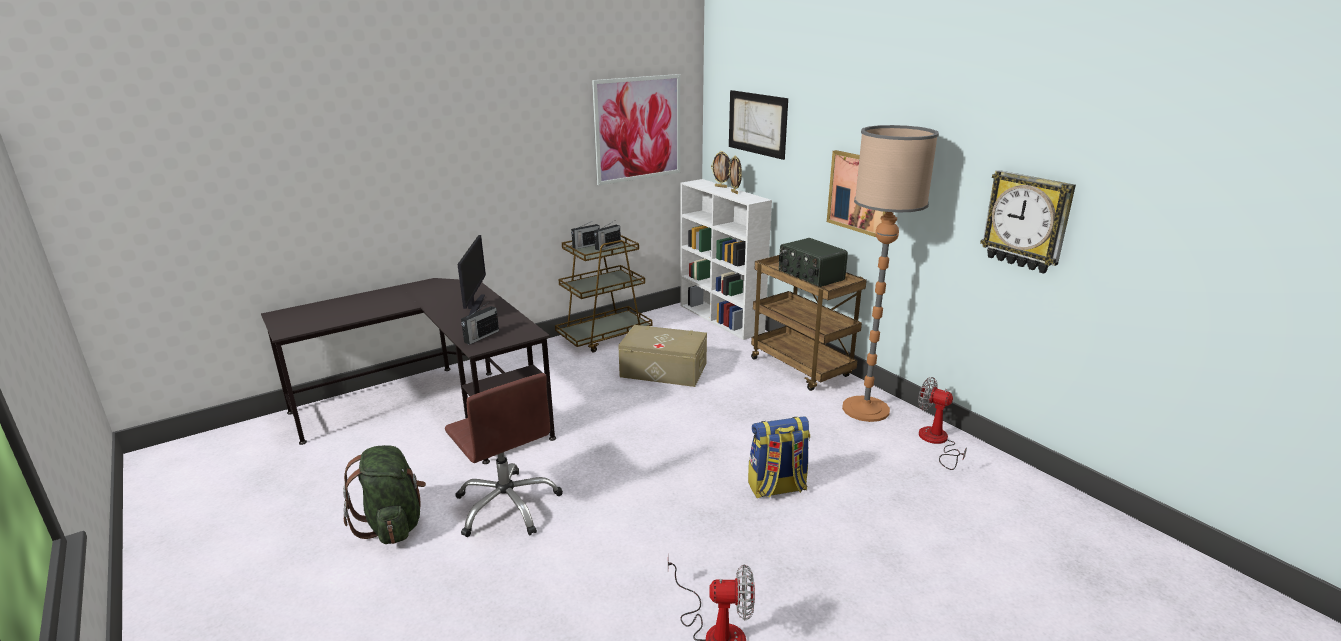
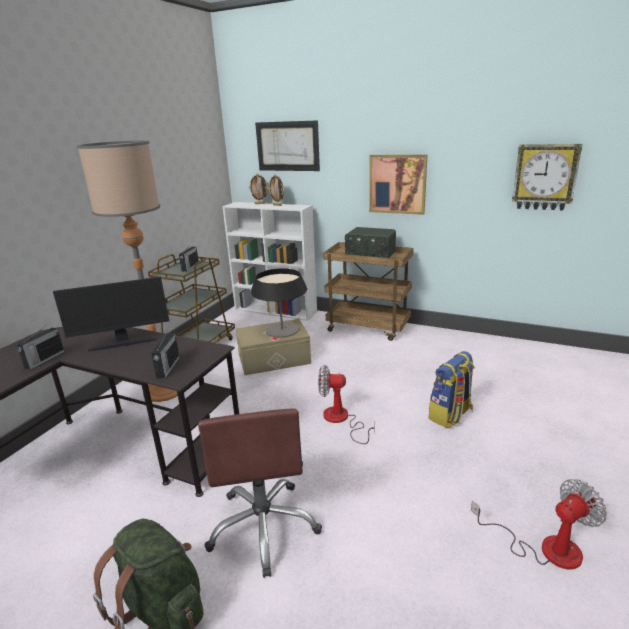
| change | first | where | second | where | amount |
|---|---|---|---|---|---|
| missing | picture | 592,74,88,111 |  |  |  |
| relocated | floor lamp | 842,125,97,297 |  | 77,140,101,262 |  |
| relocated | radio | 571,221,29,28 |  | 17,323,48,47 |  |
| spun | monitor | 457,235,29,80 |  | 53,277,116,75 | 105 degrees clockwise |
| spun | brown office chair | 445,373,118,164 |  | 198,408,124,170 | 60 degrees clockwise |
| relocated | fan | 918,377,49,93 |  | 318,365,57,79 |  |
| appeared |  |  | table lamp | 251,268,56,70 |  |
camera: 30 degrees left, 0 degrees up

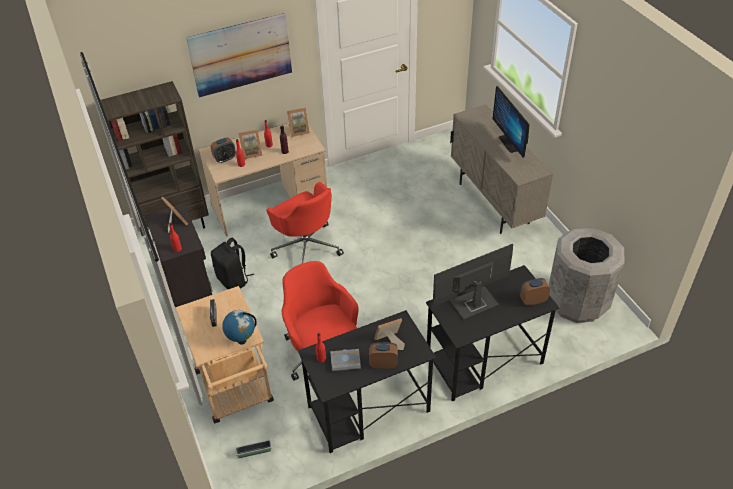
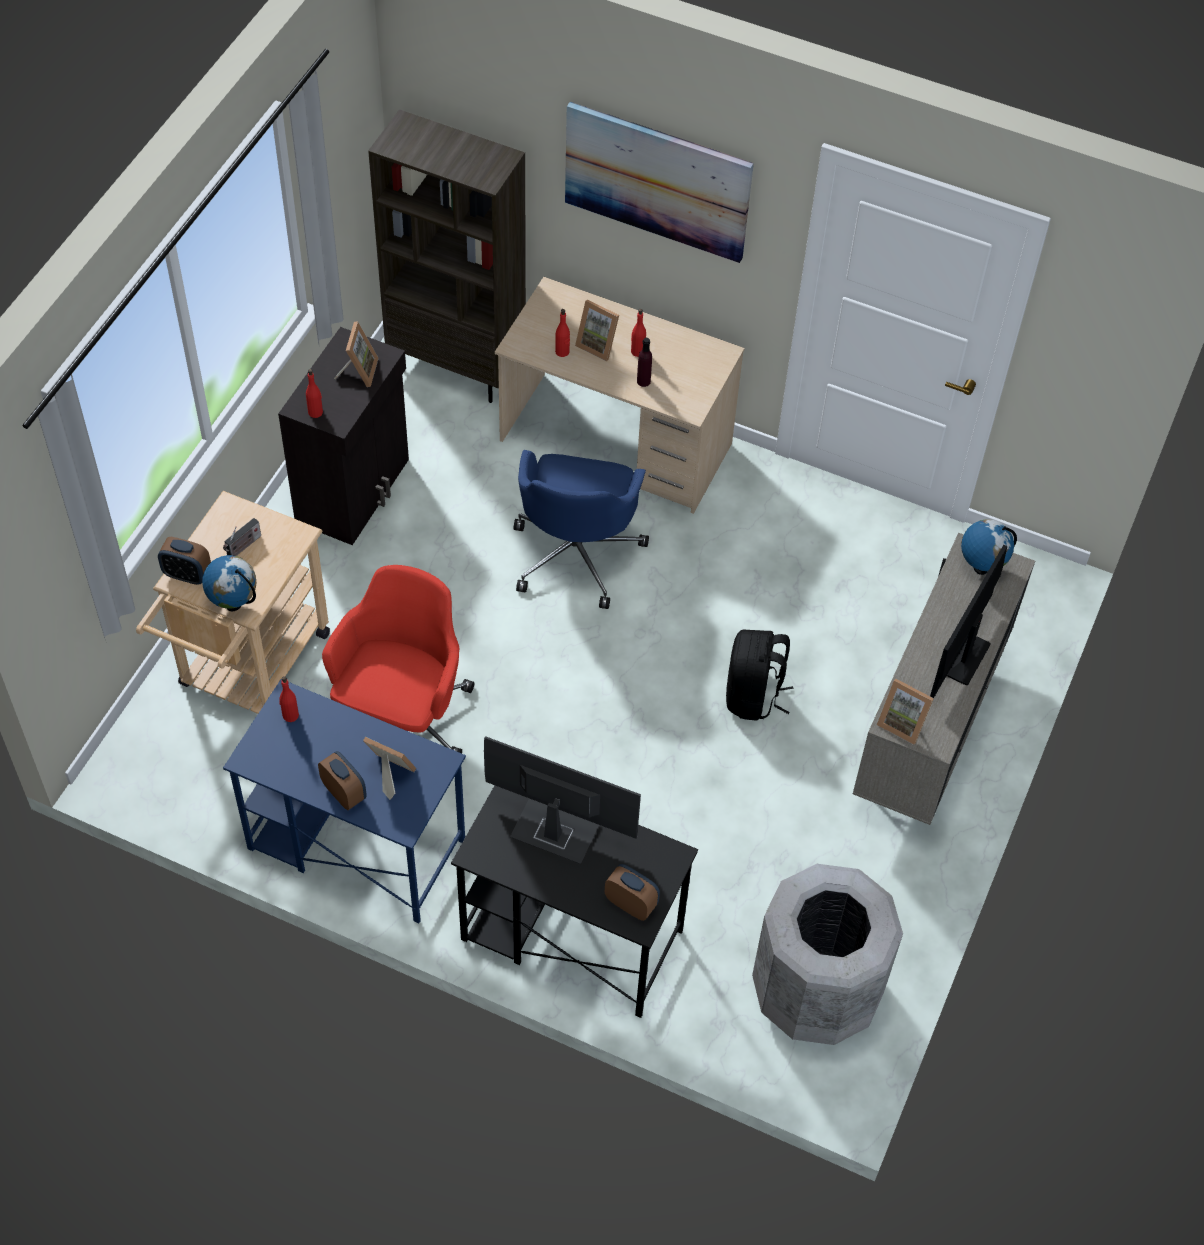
| change | first | where | second | where | amount |
|---|---|---|---|---|---|
| relocated | picture frame | 287,108,23,29 |  | 877,679,57,66 |  |
| relocated | alarm clock | 211,137,25,26 |  | 158,537,53,48 |  |
| colour | red office chair | 266,182,78,82 | blue office chair | 514,450,135,159 |  |
| relocated | black backpack | 211,238,43,51 |  | 726,630,67,91 |  |
| colour | black desk | 298,310,138,143 | blue desk | 223,679,243,244 |  |
| missing | grey book | 330,349,31,22 |  |  |  |
| missing | planter | 235,440,37,18 |  |  |  |
| appeared |  |  | globe | 961,519,56,56 |  |
camera: 45 degrees right, 10 degrees up

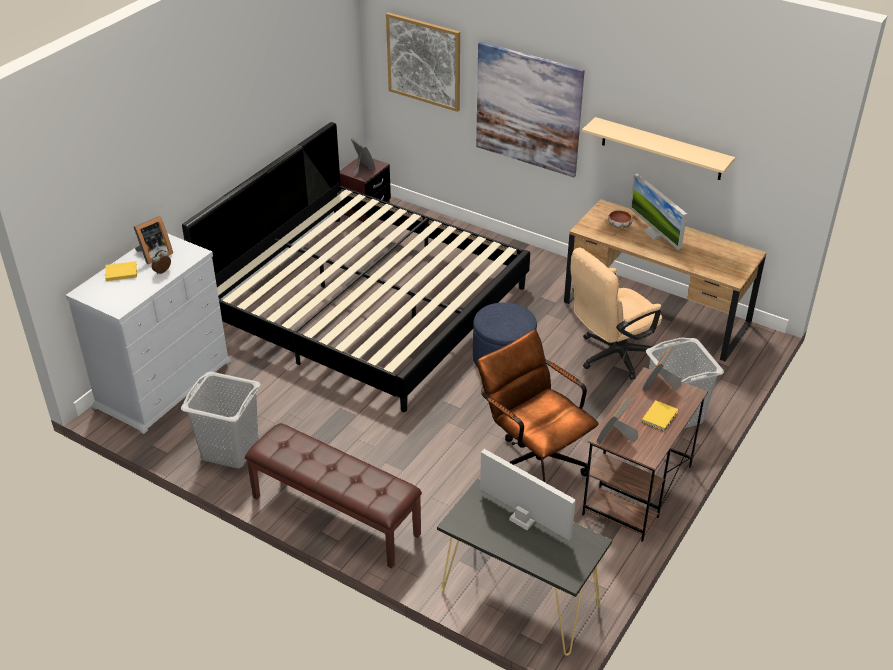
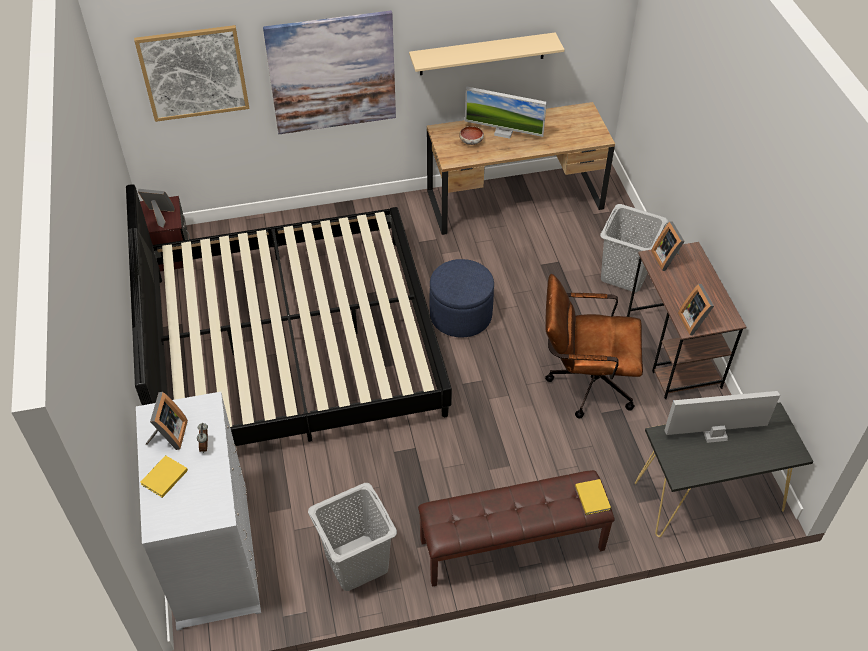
| change | first | where | second | where | amount |
|---|---|---|---|---|---|
| missing | beige office chair | 570,248,92,132 |  |  |  |
| relocated | yellow book | 642,401,36,30 |  | 575,479,36,36 |  |
camera: 45 degrees left, 10 degrees up

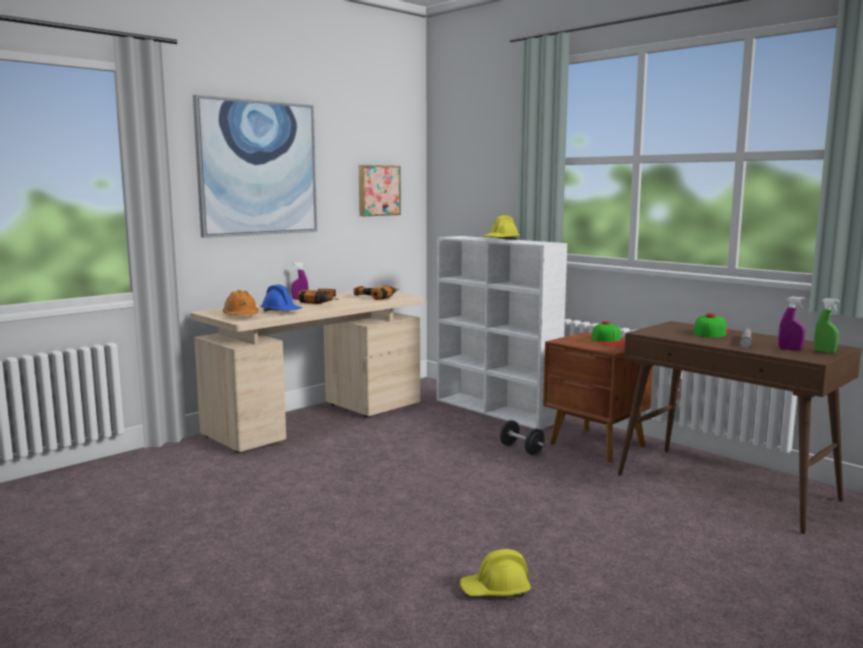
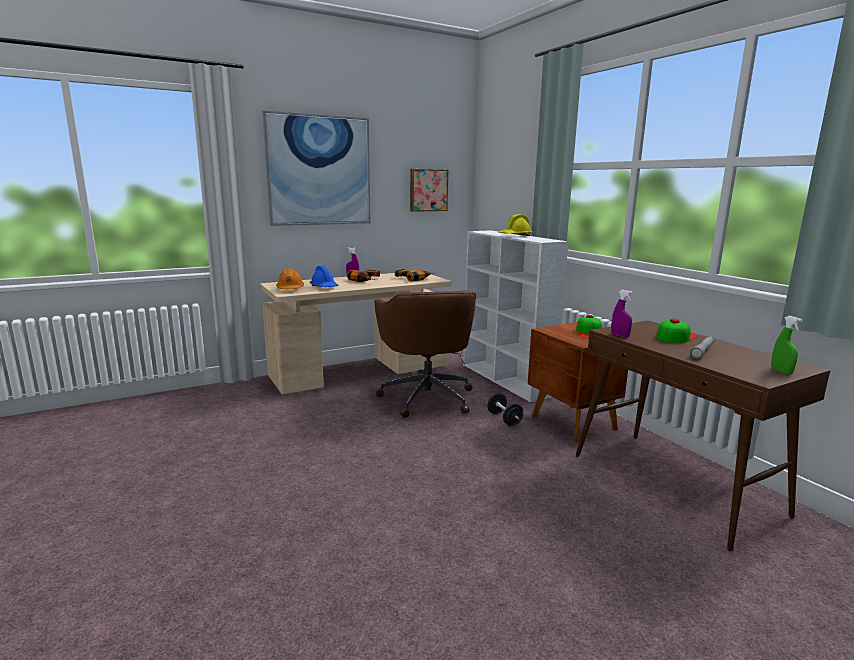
| change | first | where | second | where | amount |
|---|---|---|---|---|---|
| relocated | purple spray bottle | 778,296,27,55 |  | 611,290,22,47 |  |
| missing | yellow hard hat | 460,549,71,48 |  |  |  |
| appeared |  |  | brown office chair | 374,290,102,128 |  |
camera: 15 degrees right, 5 degrees up

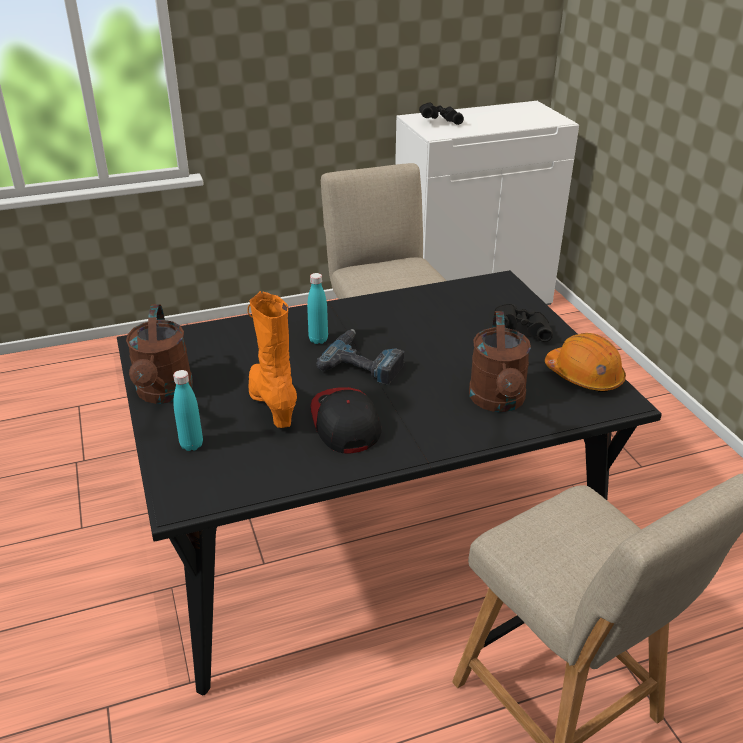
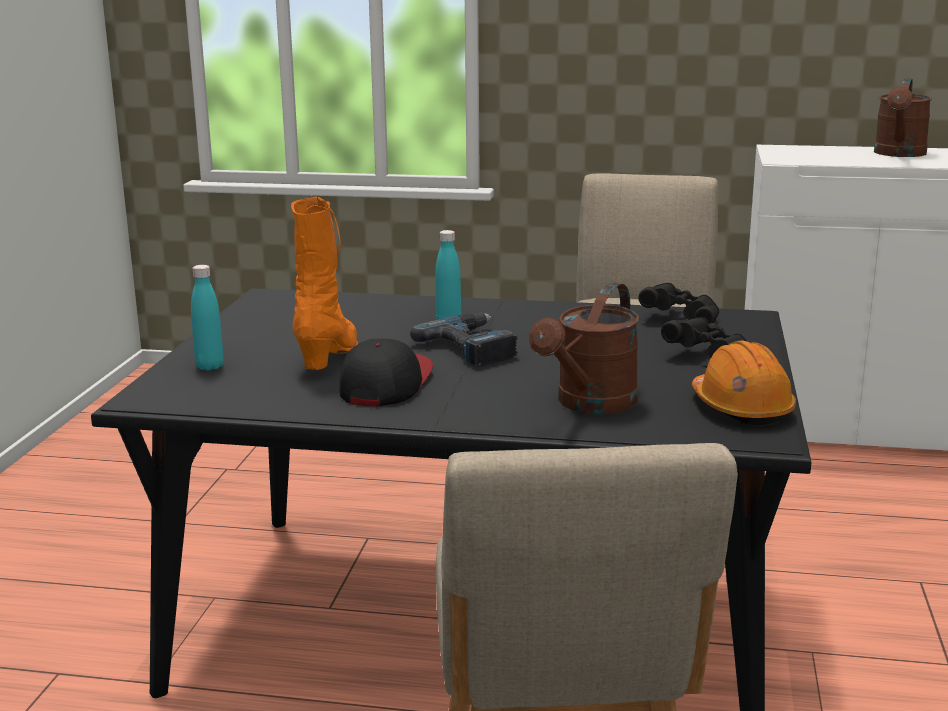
| change | first | where | second | where | amount |
|---|---|---|---|---|---|
| relocated | black binoculars | 419,102,45,23 |  | 638,283,81,41 |  |
| relocated | brown watering can | 126,304,67,100 |  | 874,78,58,79 |  |
camera: 30 degrees right, 15 degrees down

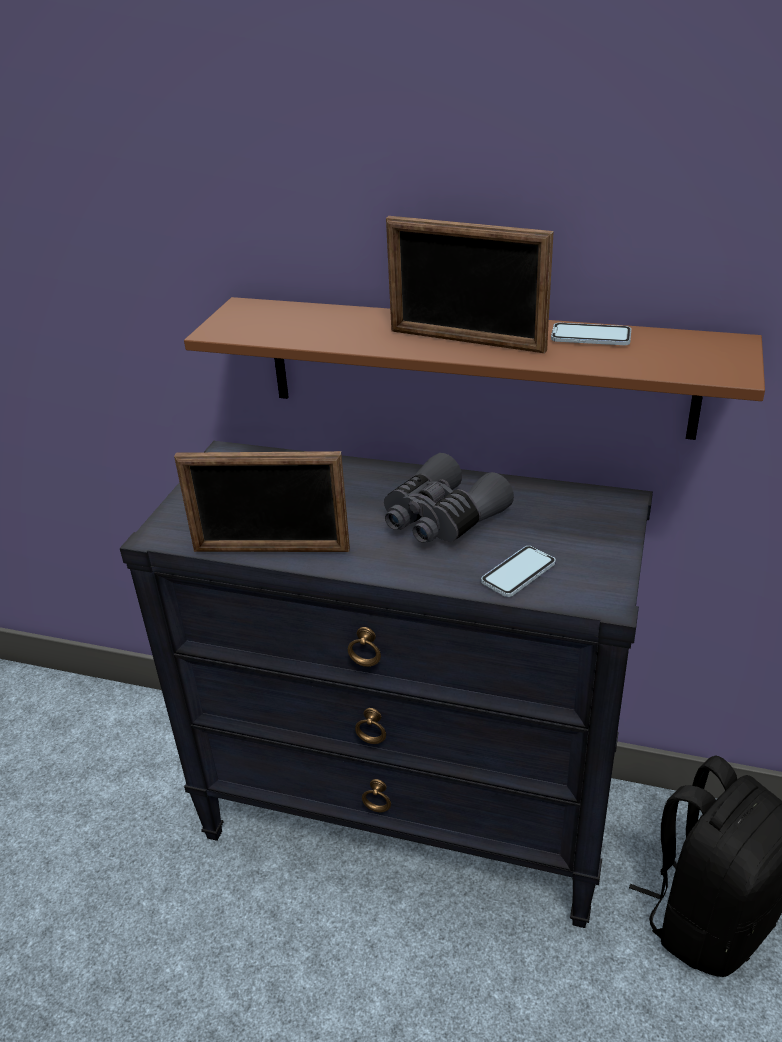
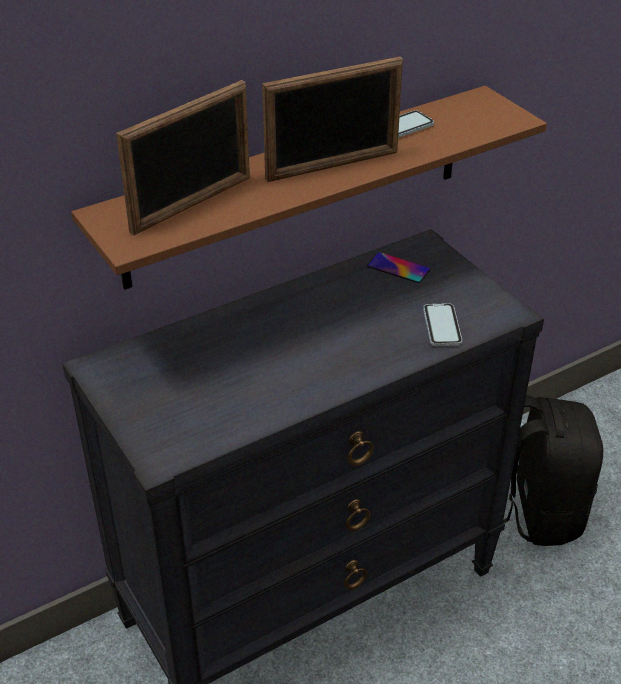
| change | first | where | second | where | amount |
|---|---|---|---|---|---|
| relocated | picture frame | 174,451,176,101 |  | 116,80,134,156 |  |
| missing | grey binoculars | 384,453,130,90 |  |  |  |
| appeared |  |  | phone | 367,252,64,31 |  |
camera: 50 degrees left, 5 degrees up

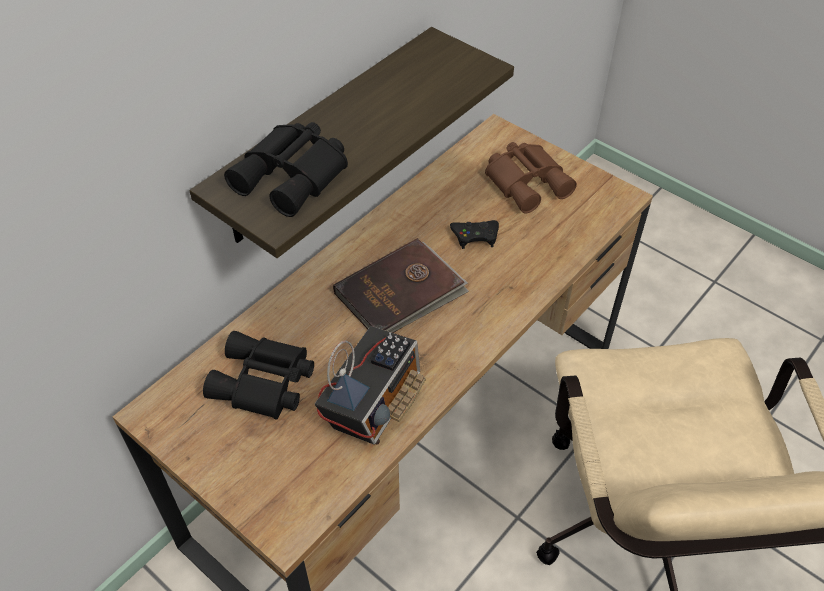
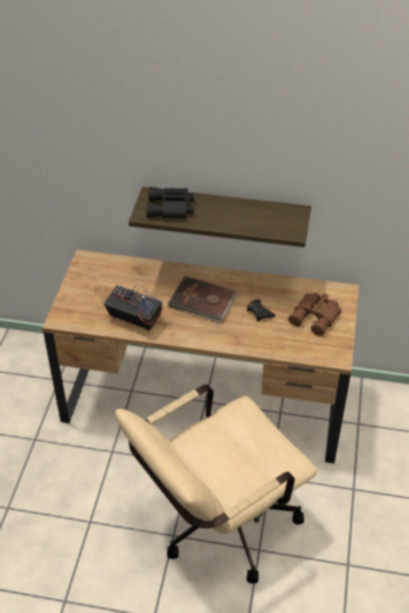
| change | first | where | second | where | amount |
|---|---|---|---|---|---|
| spun | radio | 315,326,110,119 |  | 103,285,60,47 | 150 degrees counterclockwise |
| missing | black binoculars | 203,331,111,89 |  |  |  |
camera: 60 degrees right, 5 degrees down

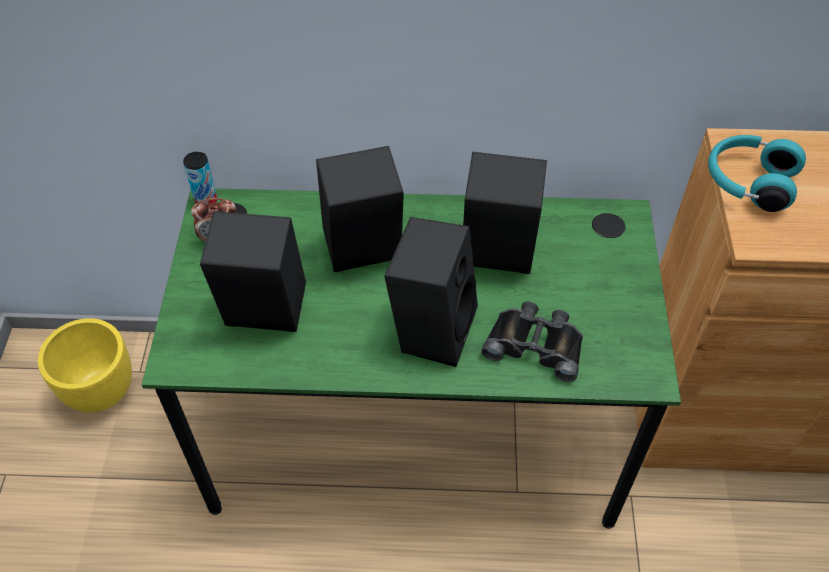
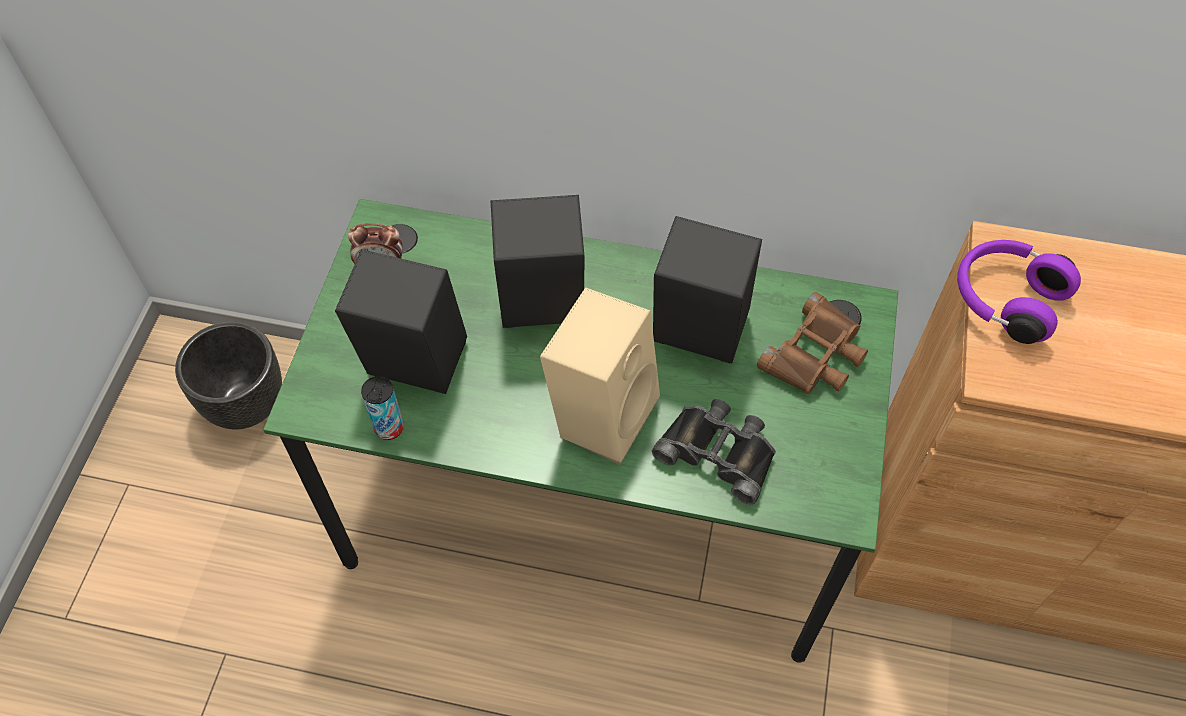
| change | first | where | second | where | amount |
|---|---|---|---|---|---|
| colour | turquoise headphones | 708,135,98,77 | purple headphones | 957,240,124,104 |  |
| relocated | can | 183,152,34,52 |  | 361,376,43,64 |  |
| colour | black speaker | 384,217,94,150 | beige speaker | 540,287,120,178 |  |
| colour | yellow planter | 38,318,94,95 | black planter | 175,322,107,107 |  |
| appeared |  |  | brown binoculars | 757,292,111,102 |  |
camera: 10 degrees right, 5 degrees up

